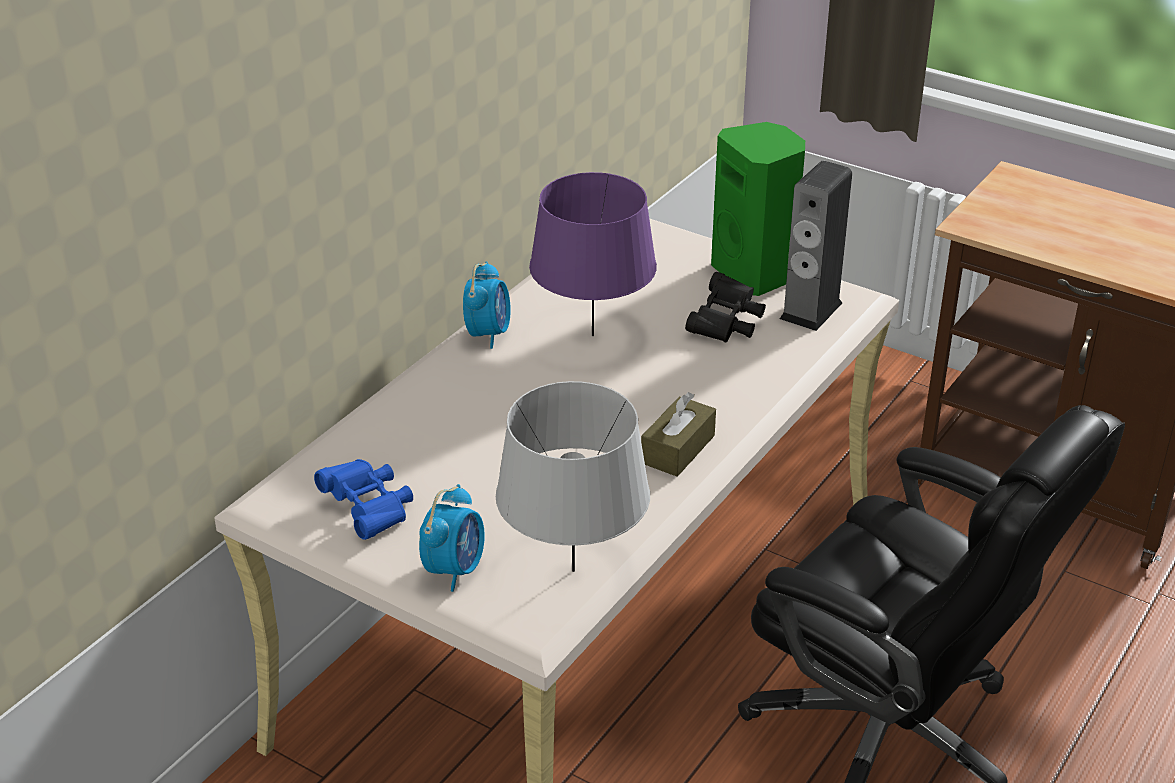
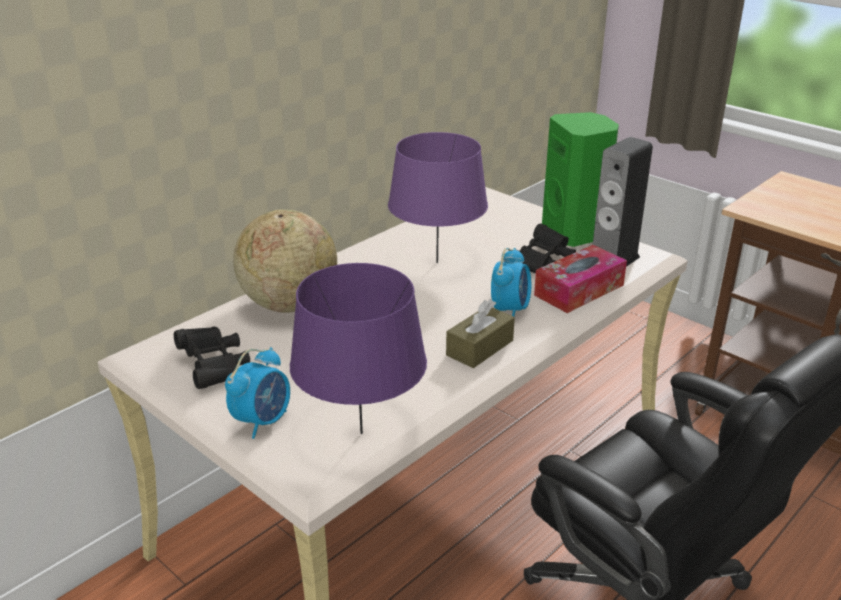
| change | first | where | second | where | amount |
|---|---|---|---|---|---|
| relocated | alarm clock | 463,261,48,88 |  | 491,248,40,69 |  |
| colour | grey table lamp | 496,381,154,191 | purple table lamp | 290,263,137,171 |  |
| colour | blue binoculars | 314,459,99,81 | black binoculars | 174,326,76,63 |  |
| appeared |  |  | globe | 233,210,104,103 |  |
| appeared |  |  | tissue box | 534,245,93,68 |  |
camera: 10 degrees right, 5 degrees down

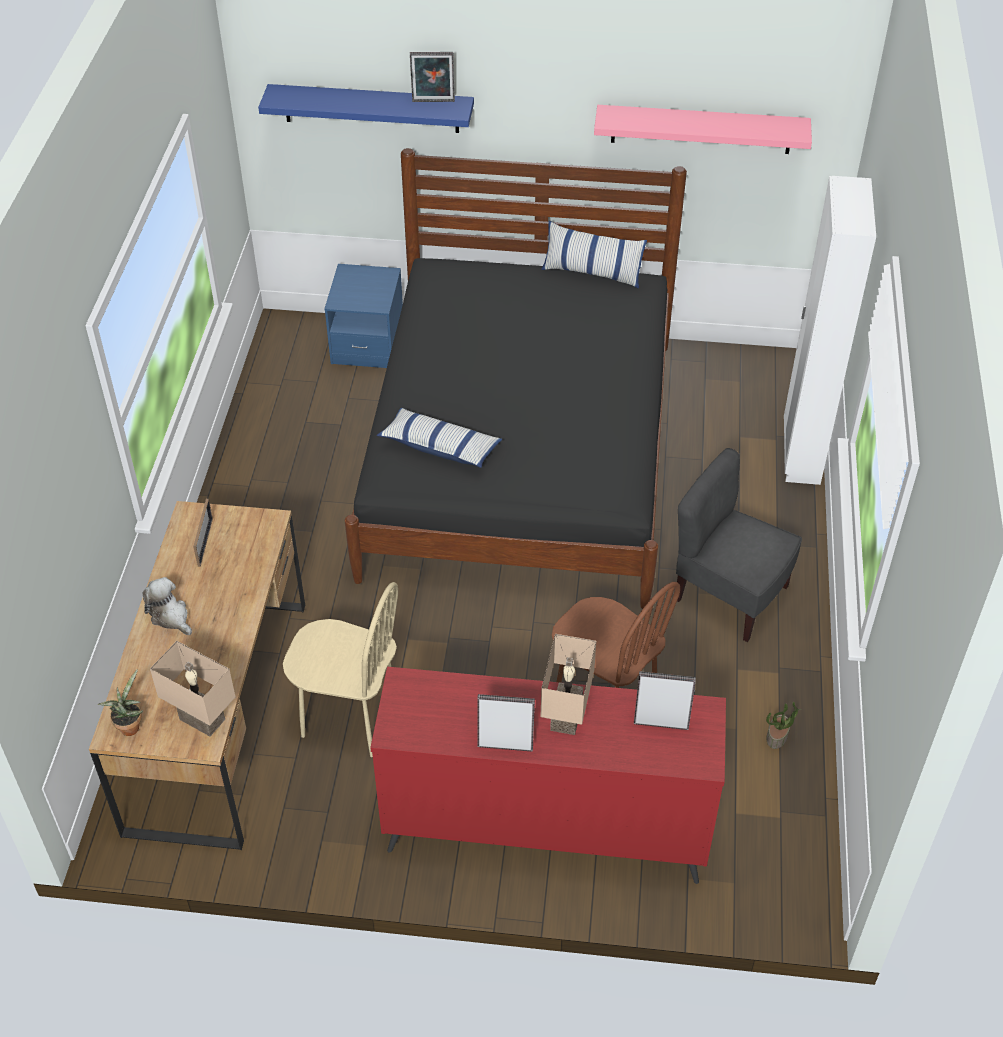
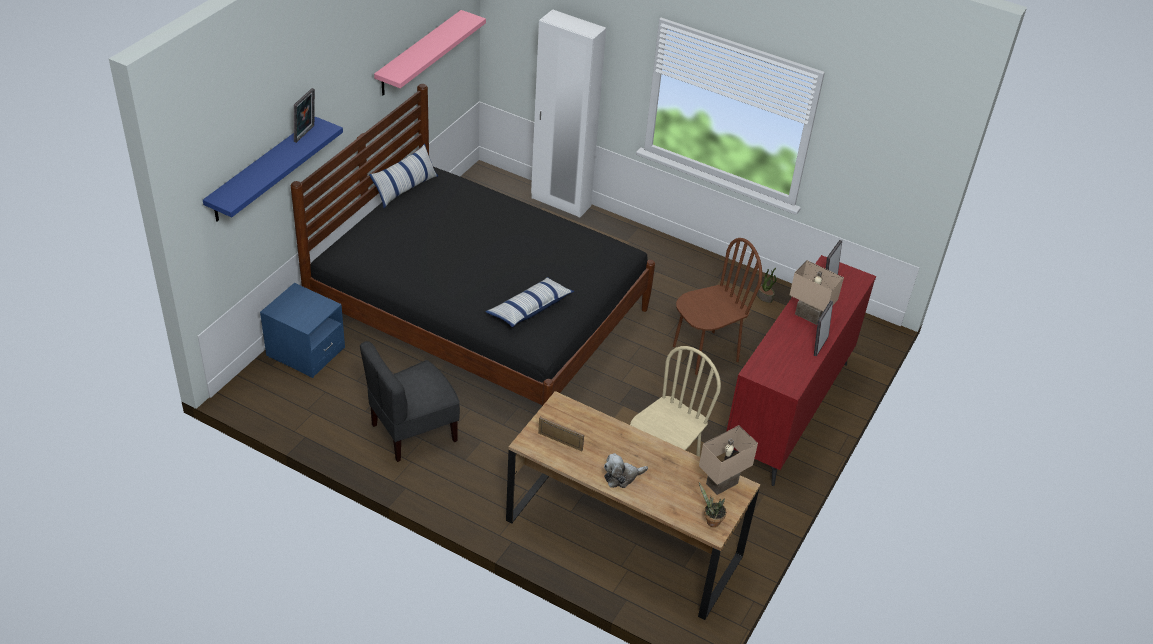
| change | first | where | second | where | amount |
|---|---|---|---|---|---|
| relocated | grey chair | 676,448,126,194 |  | 360,341,100,121 |  |
camera: 70 degrees left, 5 degrees down

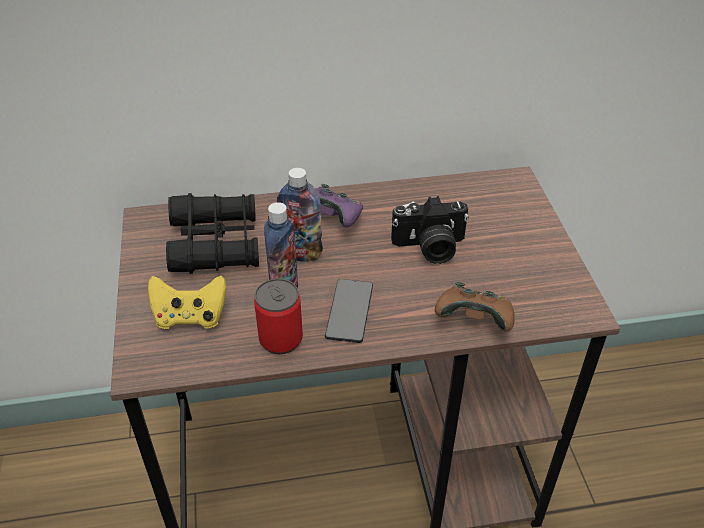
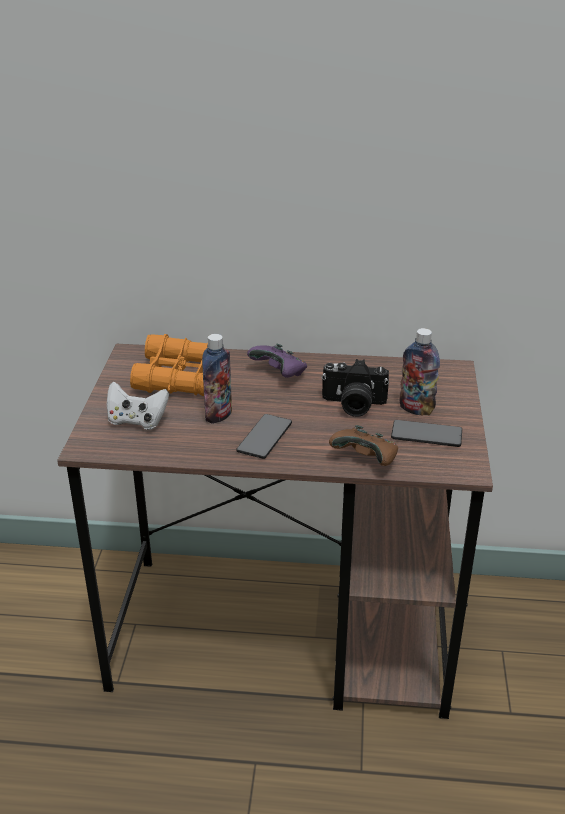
| change | first | where | second | where | amount |
|---|---|---|---|---|---|
| relocated | bottle | 277,168,46,94 |  | 399,328,41,87 |  |
| colour | black binoculars | 166,193,93,81 | orange binoculars | 130,334,78,62 |  |
| colour | yellow game controller | 148,276,78,53 | white game controller | 107,382,62,48 |  |
| missing | can | 254,279,49,75 |  |  |  |
| appeared |  |  | phone | 391,420,71,27 |  |
camera: 15 degrees right, 10 degrees down

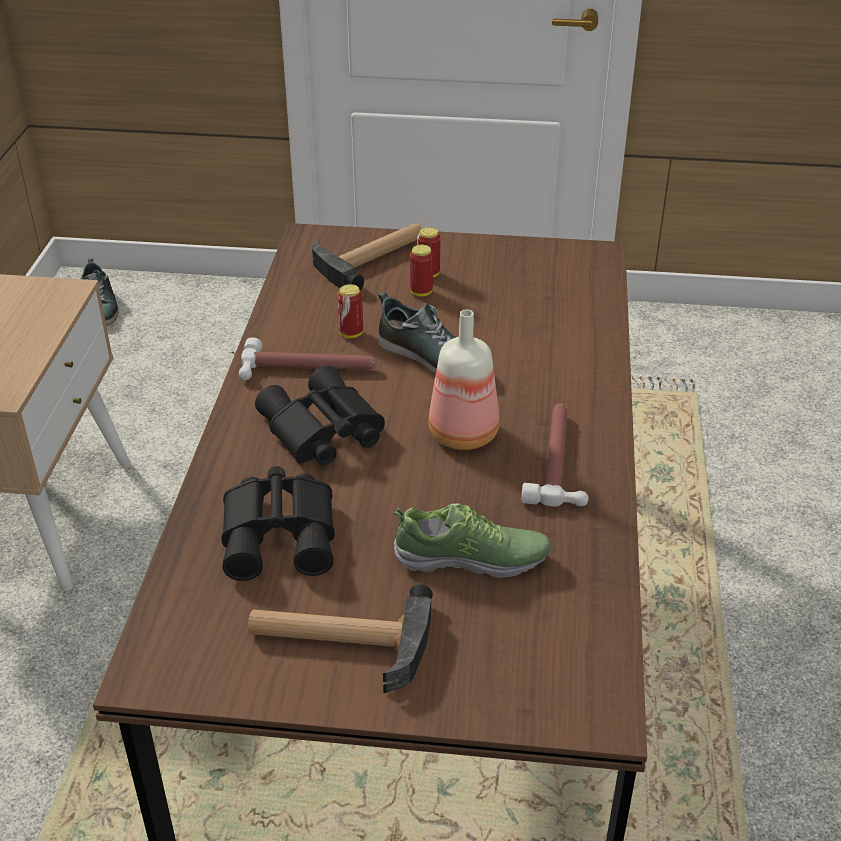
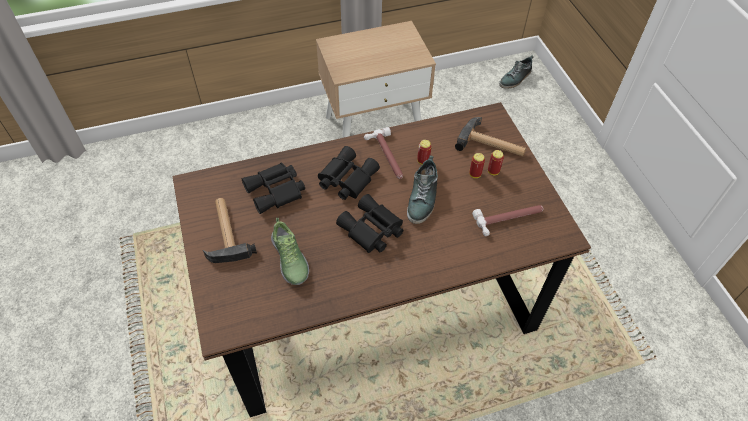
| change | first | where | second | where | amount |
|---|---|---|---|---|---|
| exchanged | bottle | 428,309,72,141 | black binoculars | 336,194,67,59 |  |
| relocated | hammer | 521,404,68,103 |  | 472,205,72,31 |  |
camera: 65 degrees right, 15 degrees up

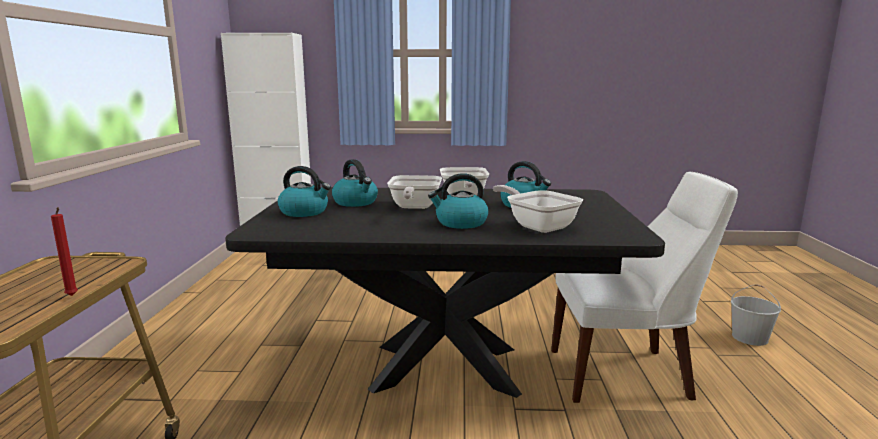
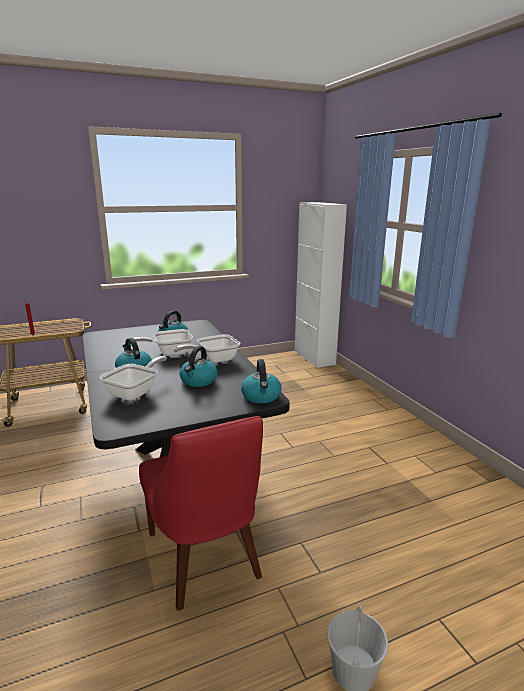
| change | first | where | second | where | amount |
|---|---|---|---|---|---|
| relocated | kettle | 278,166,53,51 |  | 241,359,41,44 |  |
| colour | white chair | 551,172,187,231 | red chair | 139,416,124,195 |  |
camera: 65 degrees right, 5 degrees up

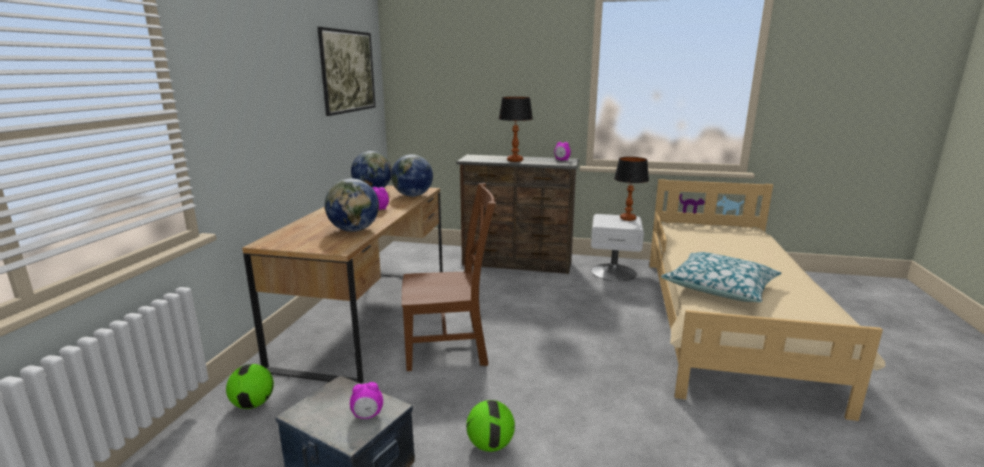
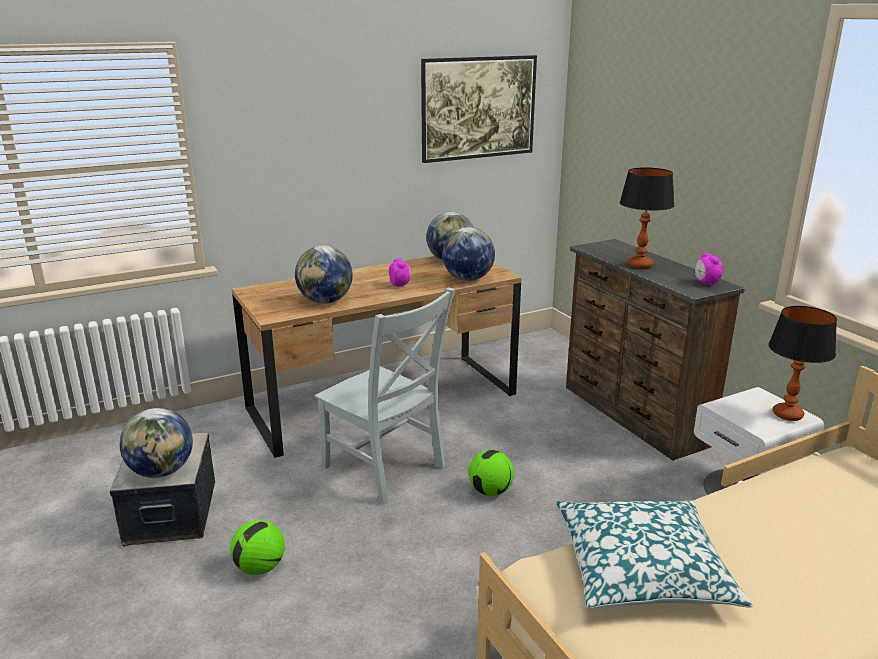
| change | first | where | second | where | amount |
|---|---|---|---|---|---|
| colour | brown chair | 402,183,94,188 | grey chair | 315,288,140,217 |  |
| relocated | football | 226,364,48,45 |  | 469,450,45,46 |  |
| exchanged | alarm clock | 350,382,33,37 | globe | 120,408,73,70 |  |
camera: 50 degrees right, 5 degrees up

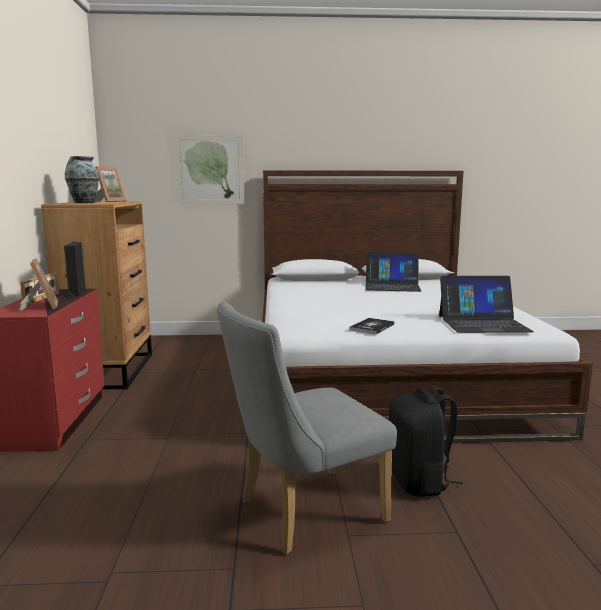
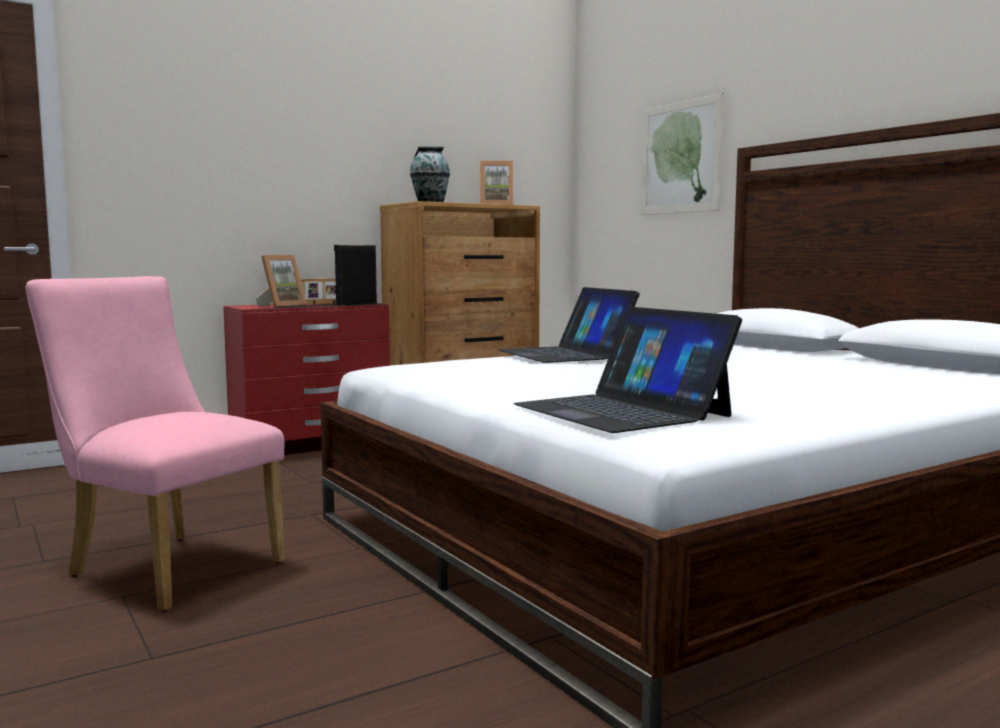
| change | first | where | second | where | amount |
|---|---|---|---|---|---|
| relocated | laptop | 365,252,56,40 |  | 498,287,142,76 |  |
| colour | grey chair | 217,302,180,253 | pink chair | 26,276,259,336 |  |
| missing | book | 349,318,46,16 |  |  |  |
| missing | black backpack | 389,386,74,111 |  |  |  |
camera: 60 degrees right, 5 degrees down

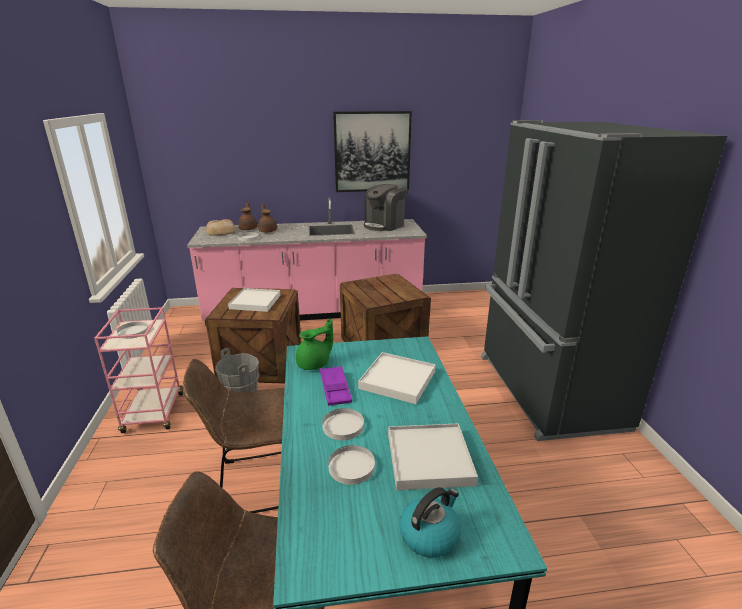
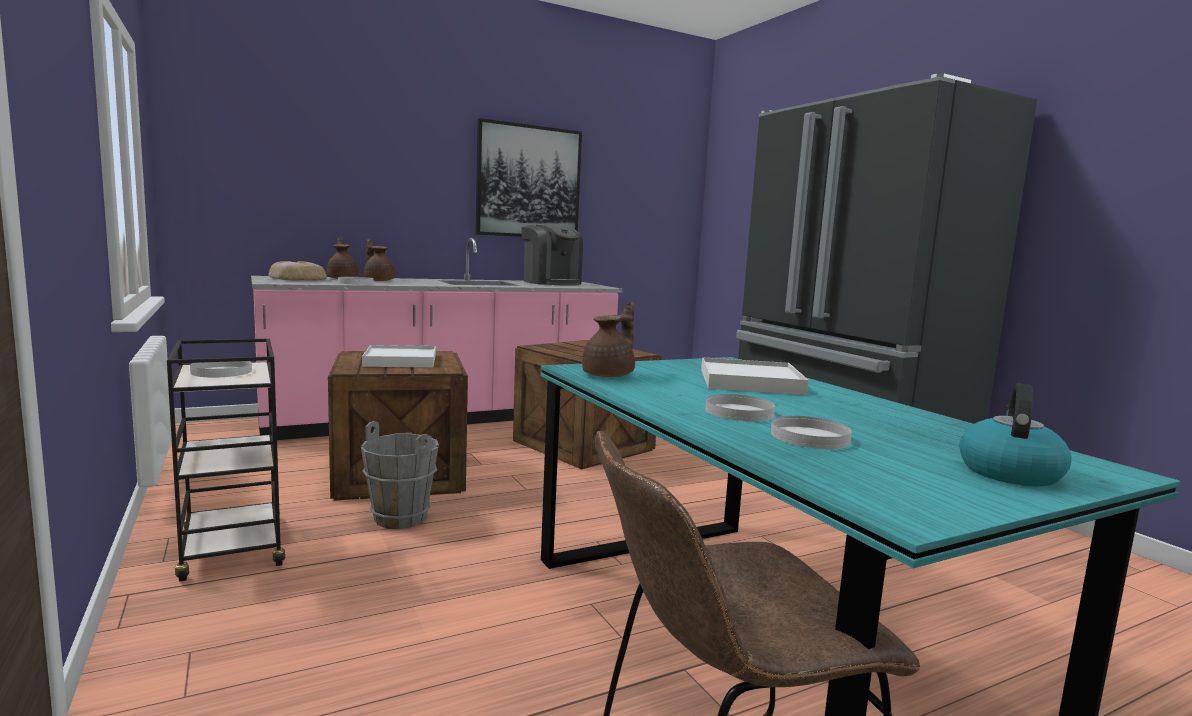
| change | first | where | second | where | amount |
|---|---|---|---|---|---|
| spun | coffee machine | 364,184,43,47 |  | 522,225,61,61 | 60 degrees counterclockwise |
| colour | pink cart | 94,307,89,126 | black cart | 167,339,118,243 |  |
| colour | green teapot | 296,319,37,51 | brown teapot | 582,302,53,75 |  |
| missing | brown chair | 183,359,102,154 |  |  |  |
| missing | purple tray | 320,366,32,40 |  |  |  |
| missing | white tray | 388,423,90,67 |  |  |  |
camera: 20 degrees left, 15 degrees down

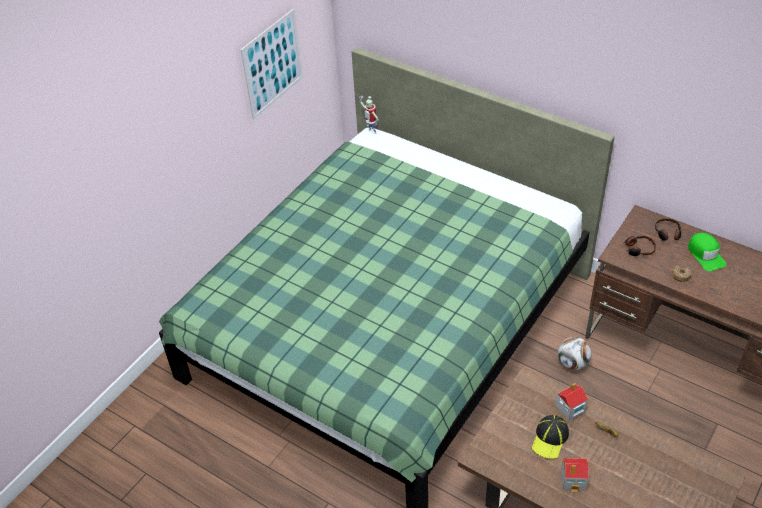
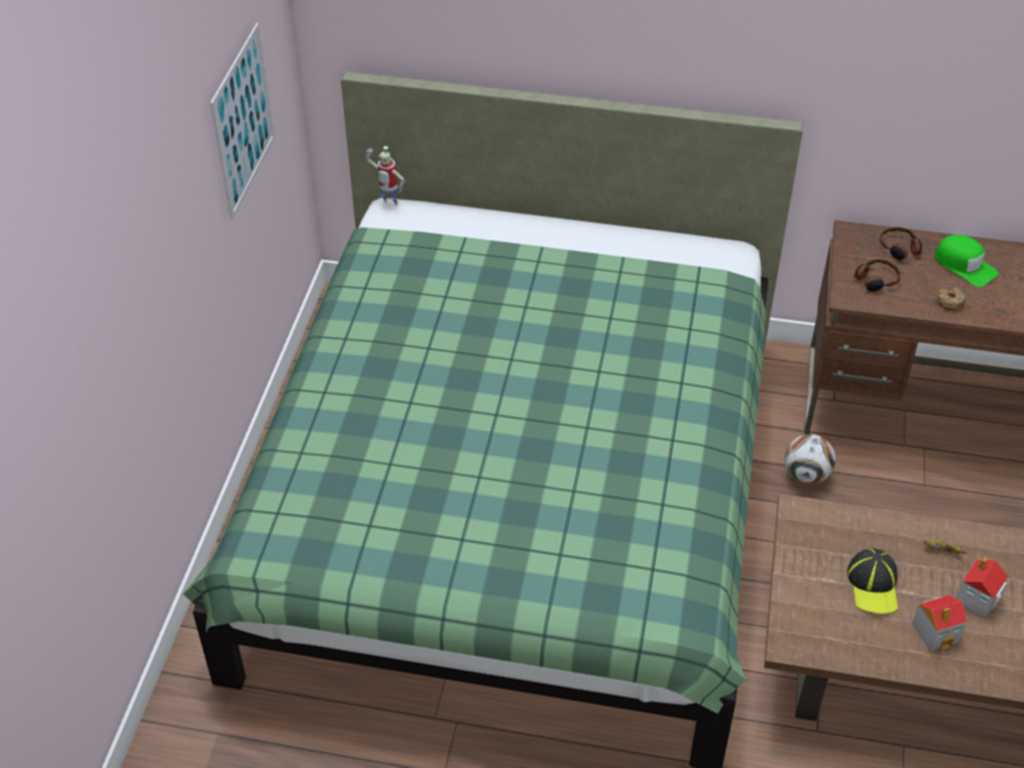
| change | first | where | second | where | amount |
|---|---|---|---|---|---|
| relocated | toy house | 556,383,32,38 |  | 956,557,52,61 |  |
camera: 25 degrees left, 0 degrees up

